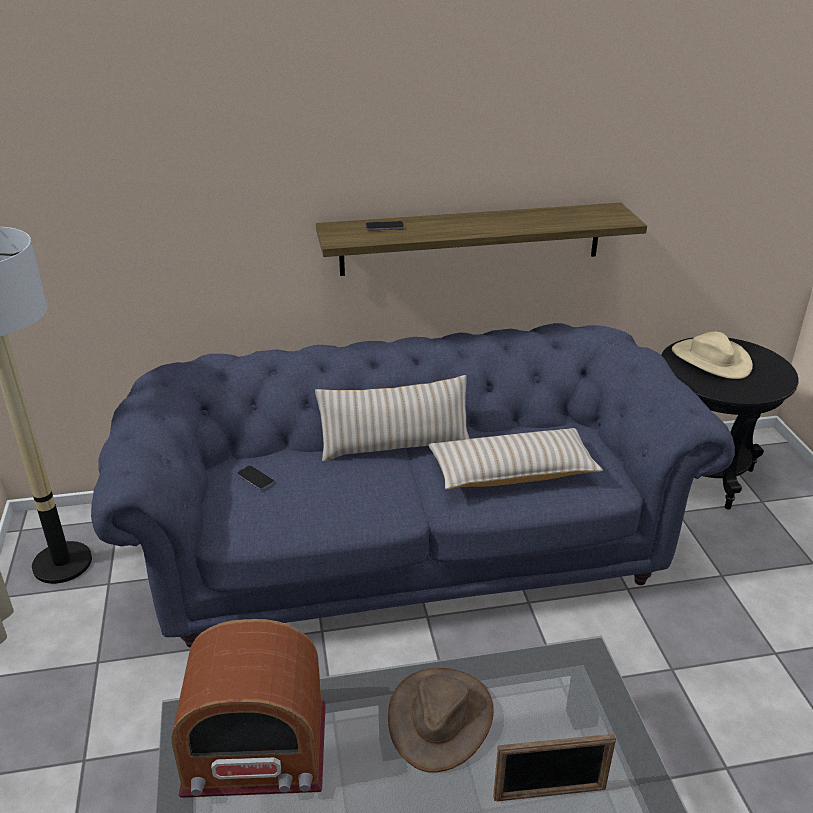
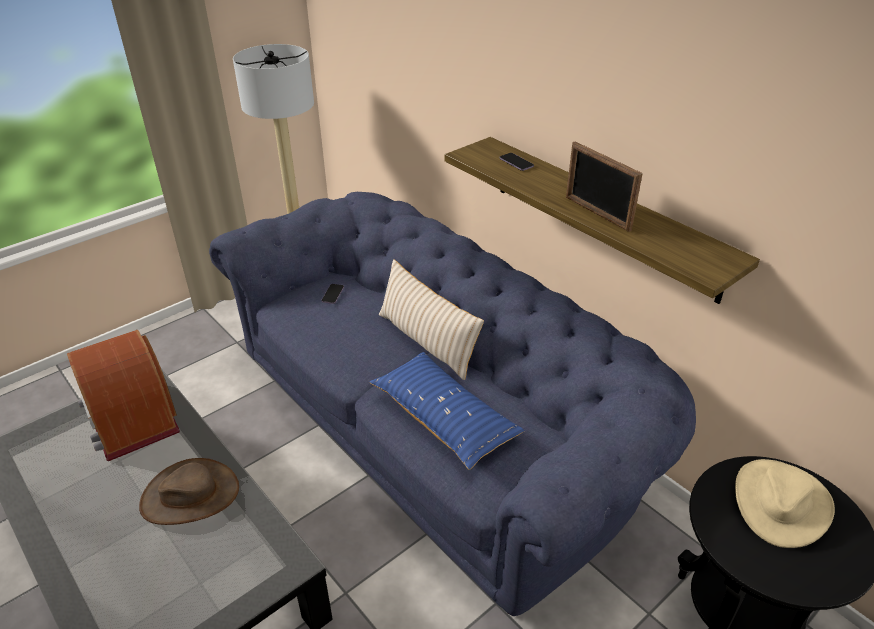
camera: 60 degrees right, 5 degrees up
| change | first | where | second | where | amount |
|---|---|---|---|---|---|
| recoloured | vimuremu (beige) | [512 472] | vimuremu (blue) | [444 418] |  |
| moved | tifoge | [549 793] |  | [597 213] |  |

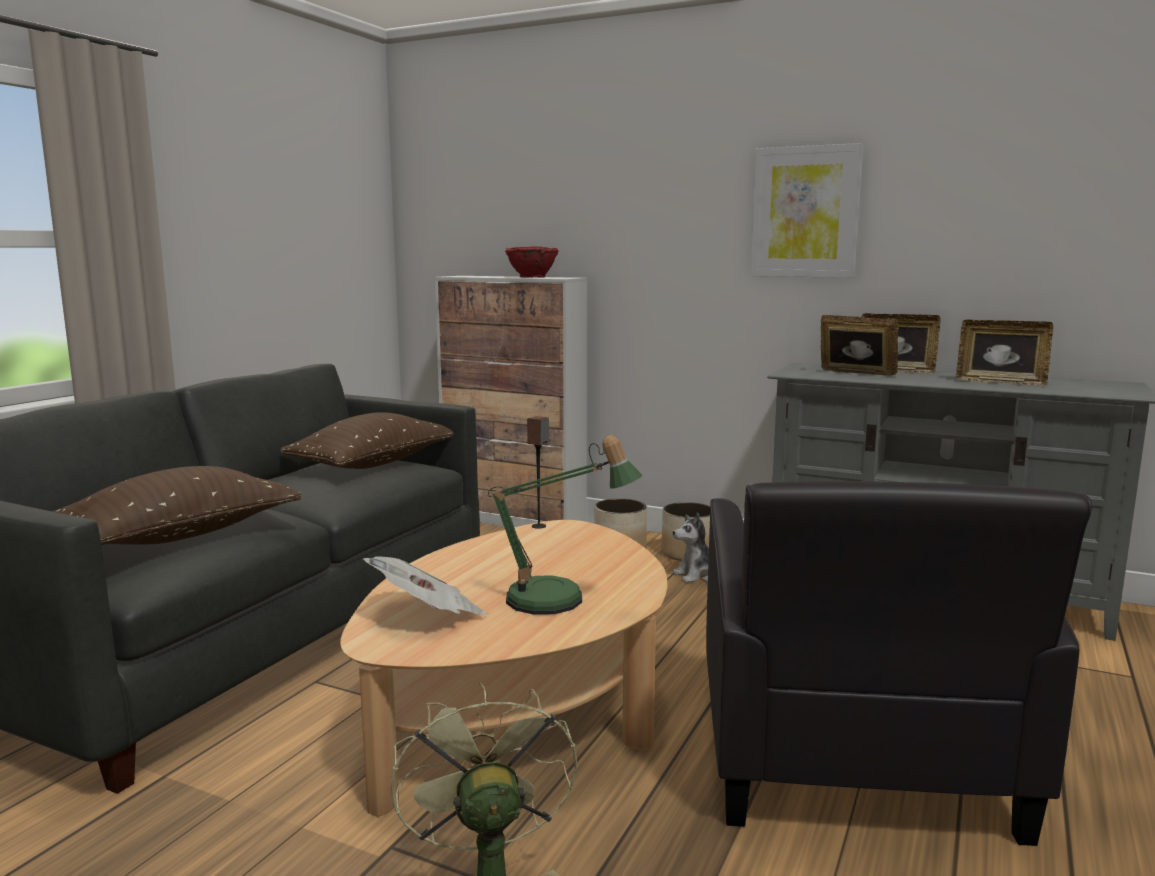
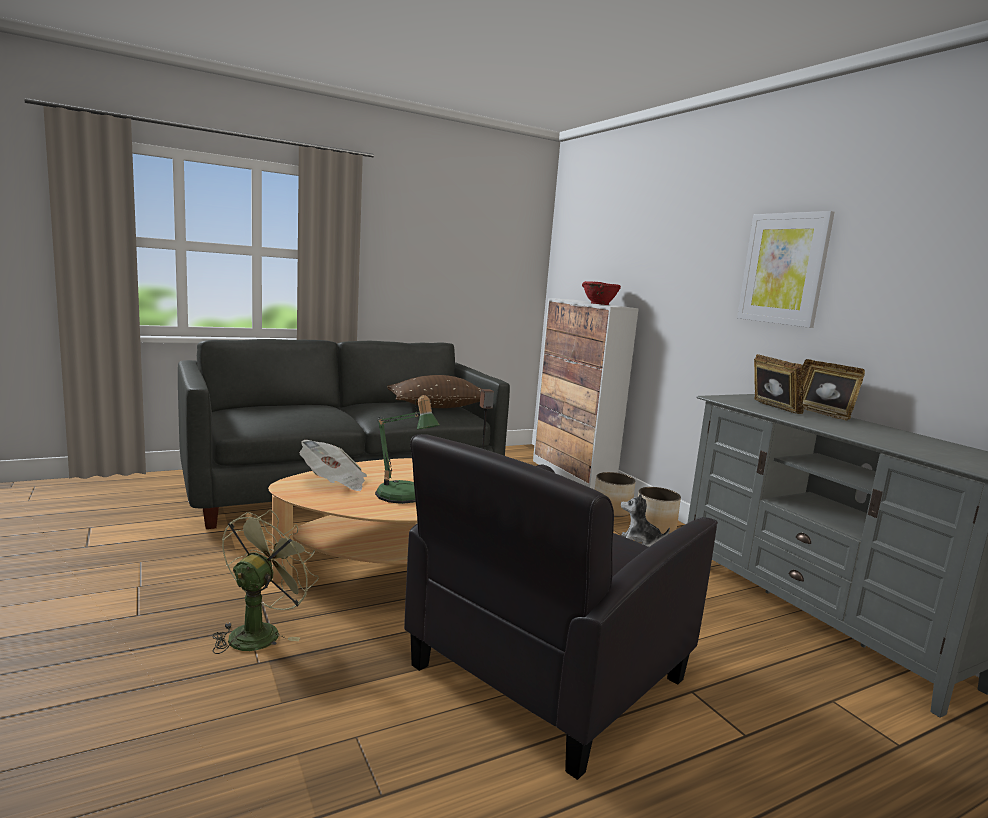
camera: 35 degrees right, 0 degrees up
| change | first | where | second | where | amount |
|---|---|---|---|---|---|
| removed | vimuremu (brown) | [181 536] |  |  |  |
| removed | tifoge | [1000 382] |  |  |  |

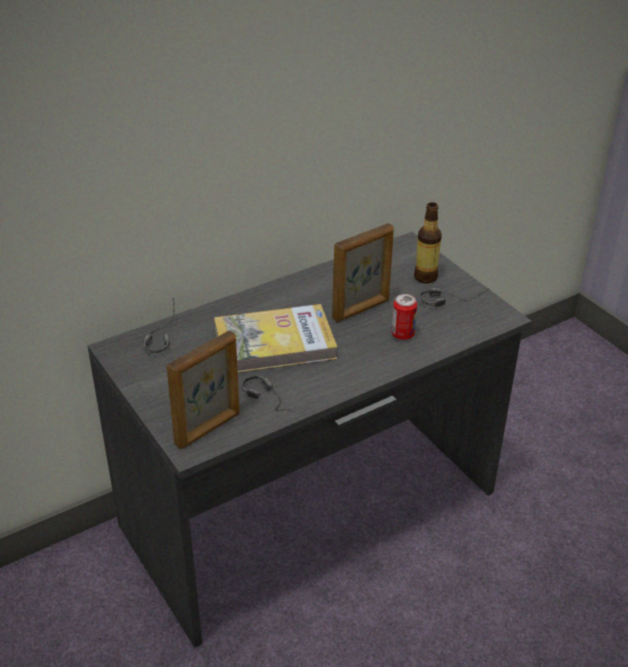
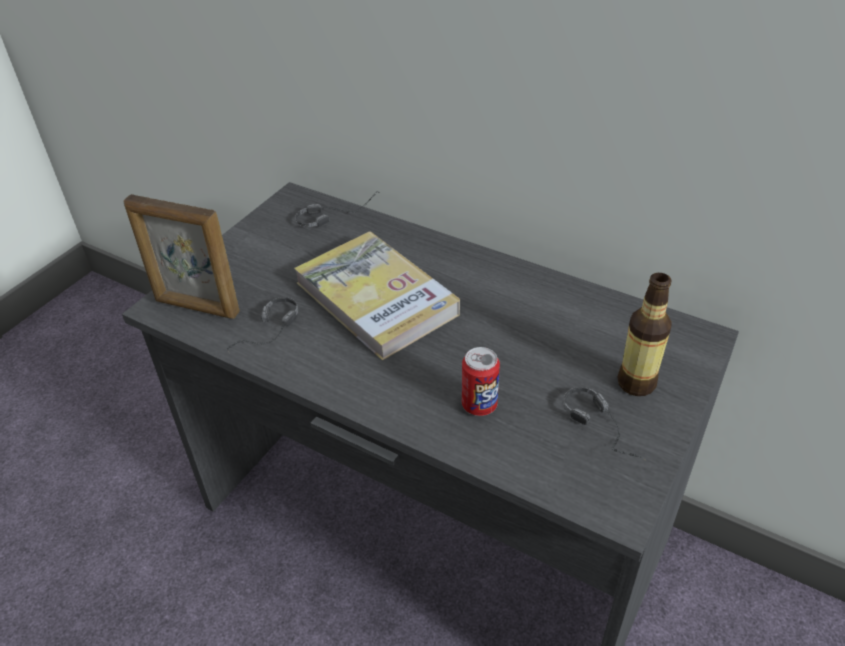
camera: 65 degrees right, 5 degrees up
| change | first | where | second | where | amount |
|---|---|---|---|---|---|
| removed | tifoge | [361 309] |  |  |  |

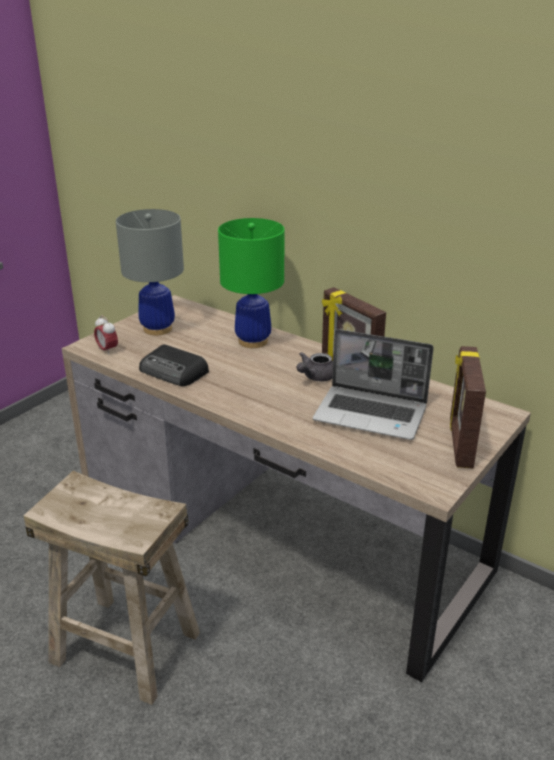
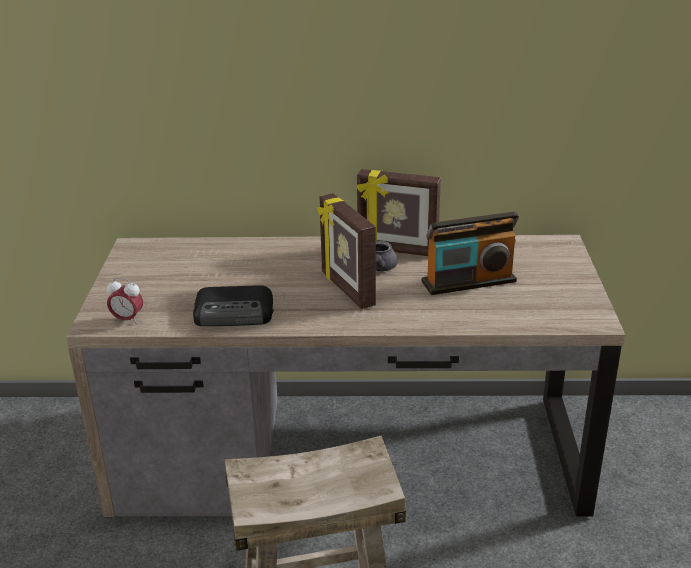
camera: 35 degrees left, 0 degrees up
| change | first | where | second | where | amount |
|---|---|---|---|---|---|
| removed | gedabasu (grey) | [157 328] |  |  |  |
| removed | gedabasu (green) | [253 341] |  |  |  |
| replaced | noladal | [372 414] | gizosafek | [469 282] |  |
| moved | tifoge | [459 443] |  | [346 289] |  |

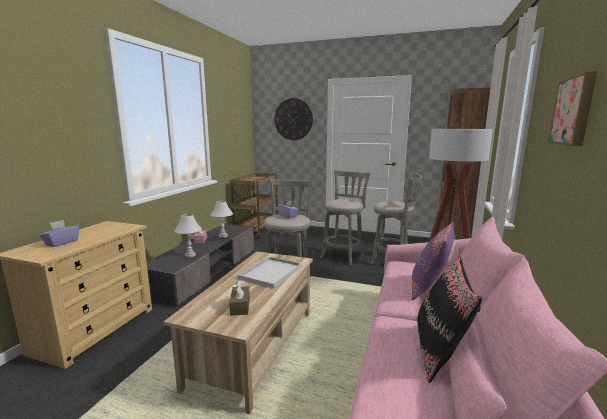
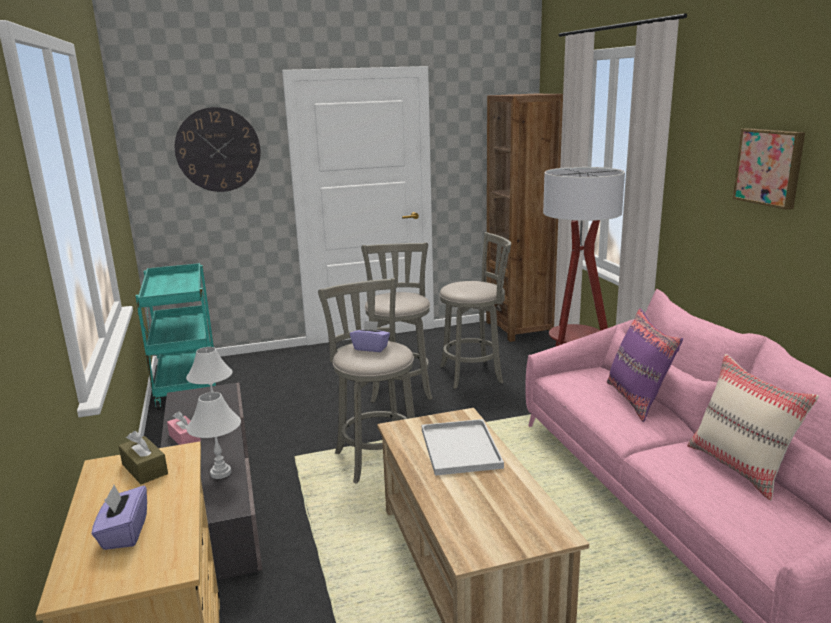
camera: 35 degrees left, 5 degrees up
| change | first | where | second | where | amount |
|---|---|---|---|---|---|
| moved | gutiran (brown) | [240 306] |  | [144 469] |  |
| recoloured | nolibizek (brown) | [256 230] | nolibizek (turquoise) | [186 385] |  |
| recoloured | vimuremu (black) | [440 352] | vimuremu (beige) | [740 468] |  |

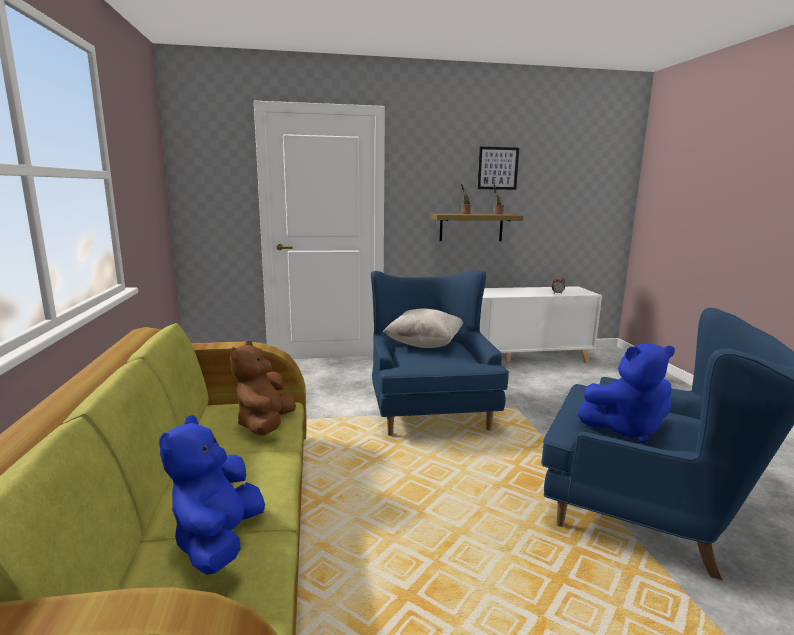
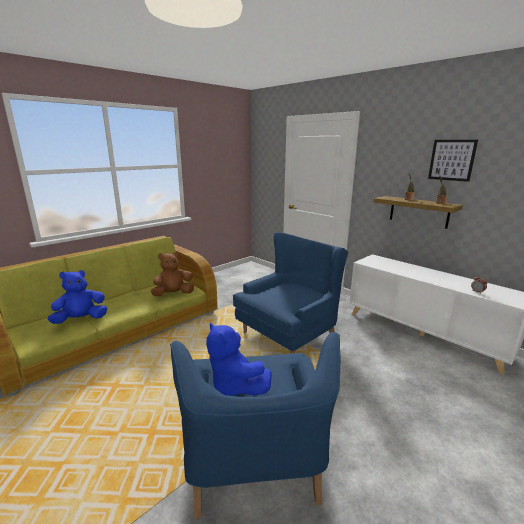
camera: 55 degrees right, 5 degrees up
| change | first | where | second | where | amount |
|---|---|---|---|---|---|
| removed | vimuremu (beige) | [424 344] |  |  |  |

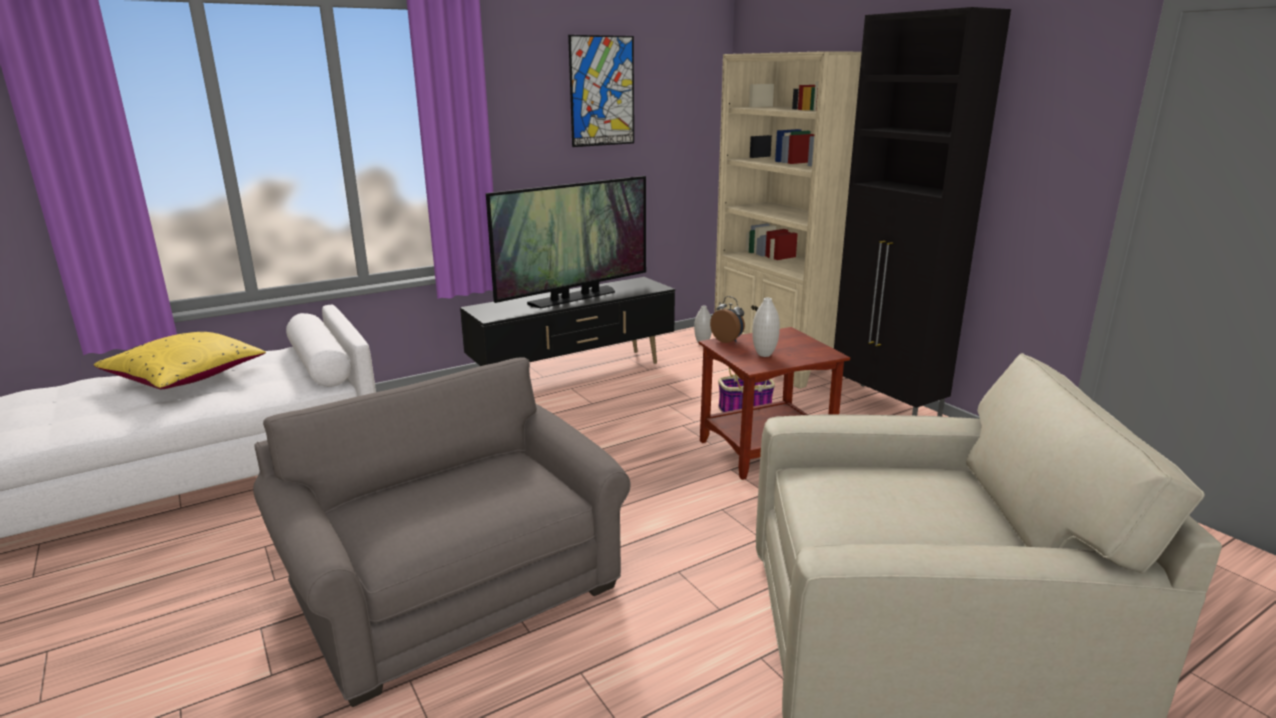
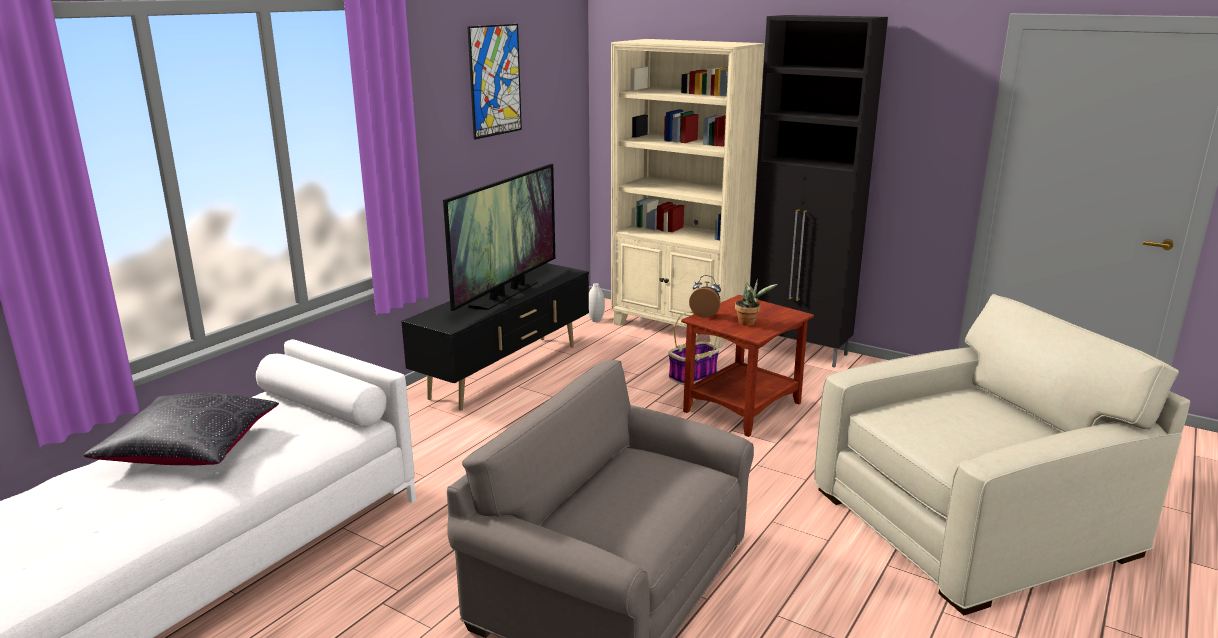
camera: 25 degrees left, 0 degrees up
| change | first | where | second | where | amount |
|---|---|---|---|---|---|
| recoloured | vimuremu (yellow) | [186 377] | vimuremu (black) | [191 449] |  |
| replaced | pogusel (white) | [764 354] | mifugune | [749 323] |  |

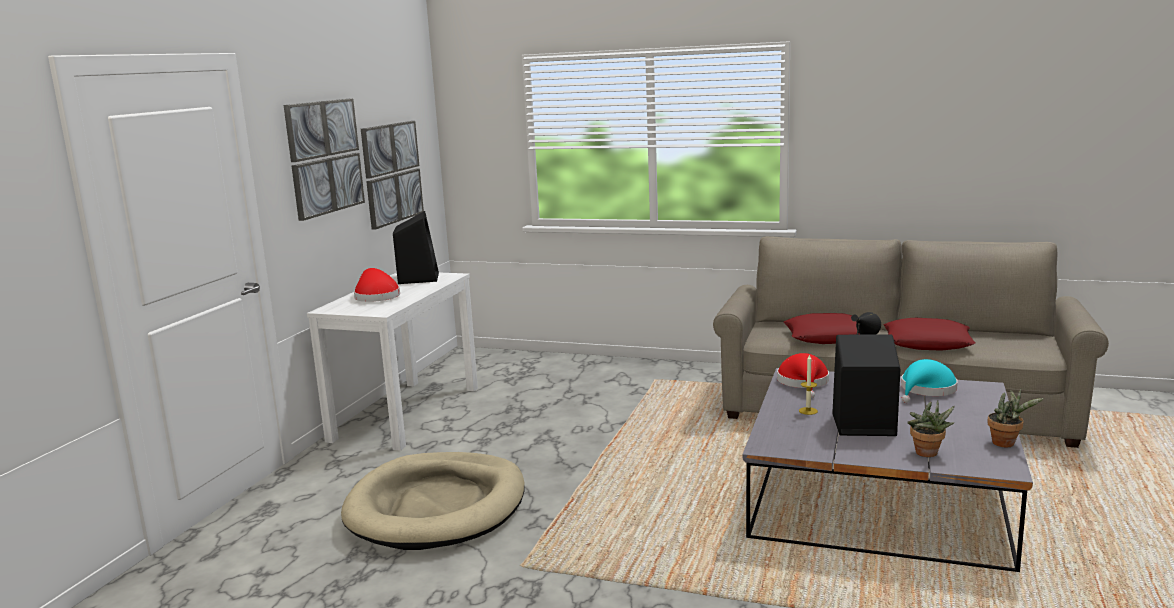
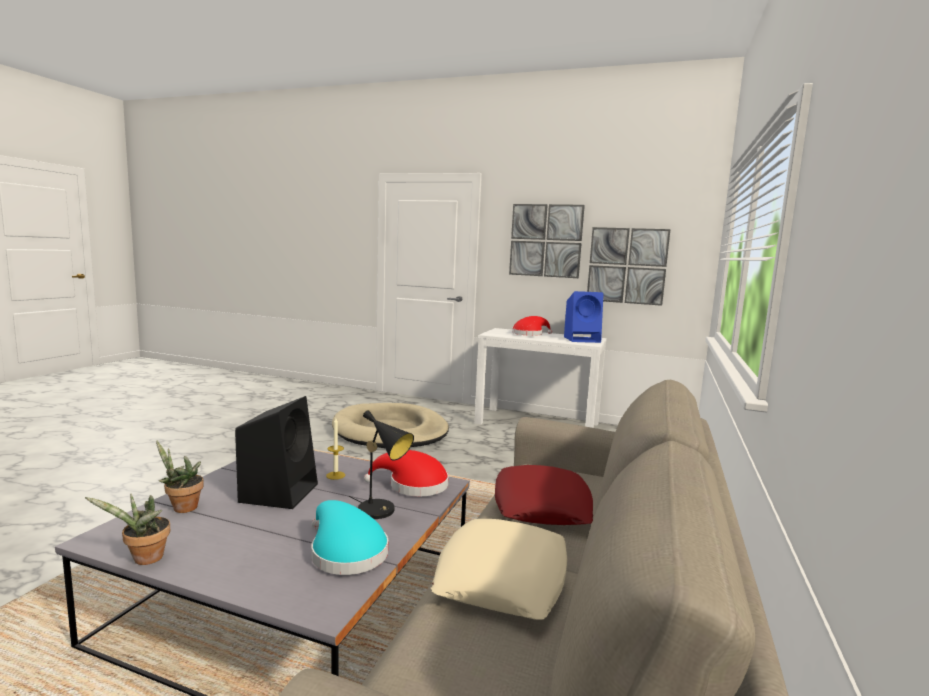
camera: 90 degrees right, 5 degrees down
| change | first | where | second | where | amount |
|---|---|---|---|---|---|
| recoloured | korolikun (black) | [418 278] | korolikun (blue) | [583 339] |  |
| recoloured | vimuremu (red) | [927 343] | vimuremu (beige) | [502 578] |  |

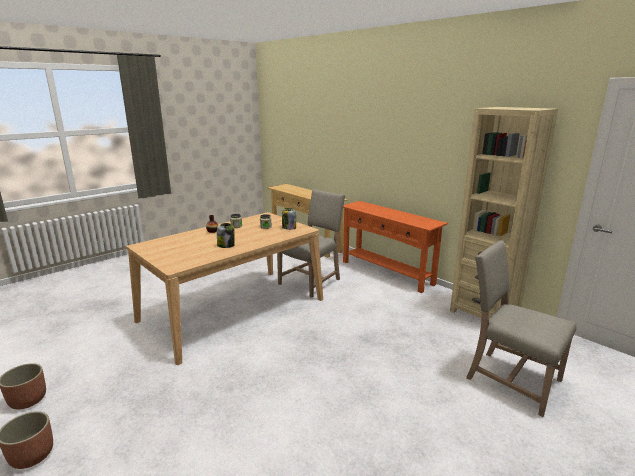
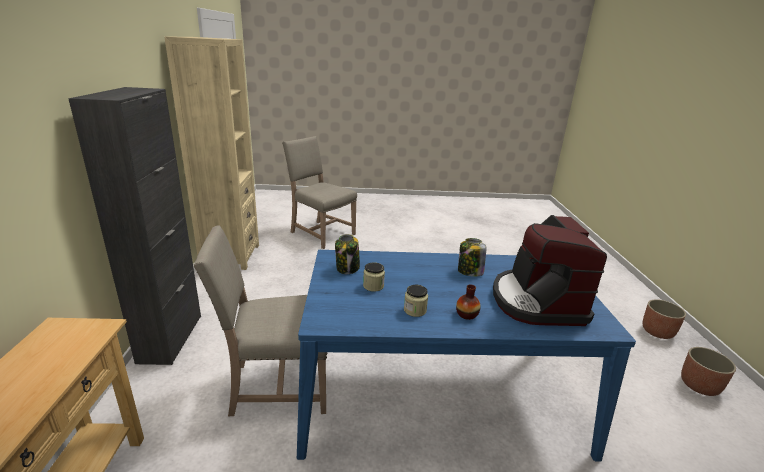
camera: 140 degrees left, 5 degrees up
| change | first | where | second | where | amount |
|---|---|---|---|---|---|
| recoloured | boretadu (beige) | [233 310] | boretadu (blue) | [438 394] |  |
| replaced | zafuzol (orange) | [387 272] | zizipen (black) | [170 338] |  |
| turned | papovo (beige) | [510 379] |  | [320 233] | 135 degrees clockwise |
| added |  |  | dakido | [537 301] |  |

